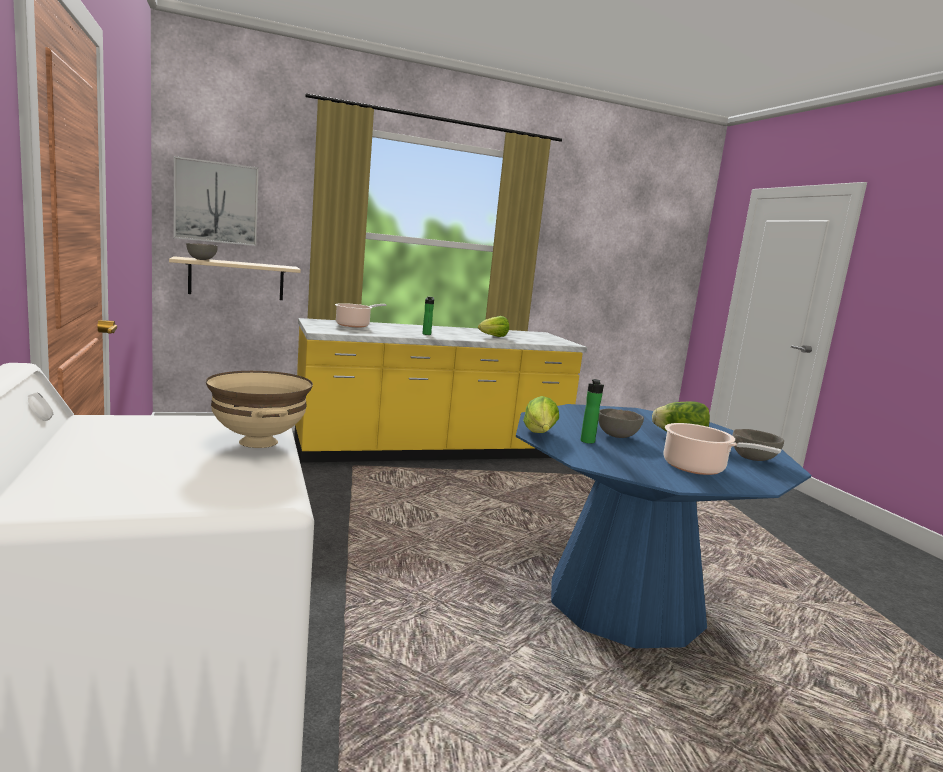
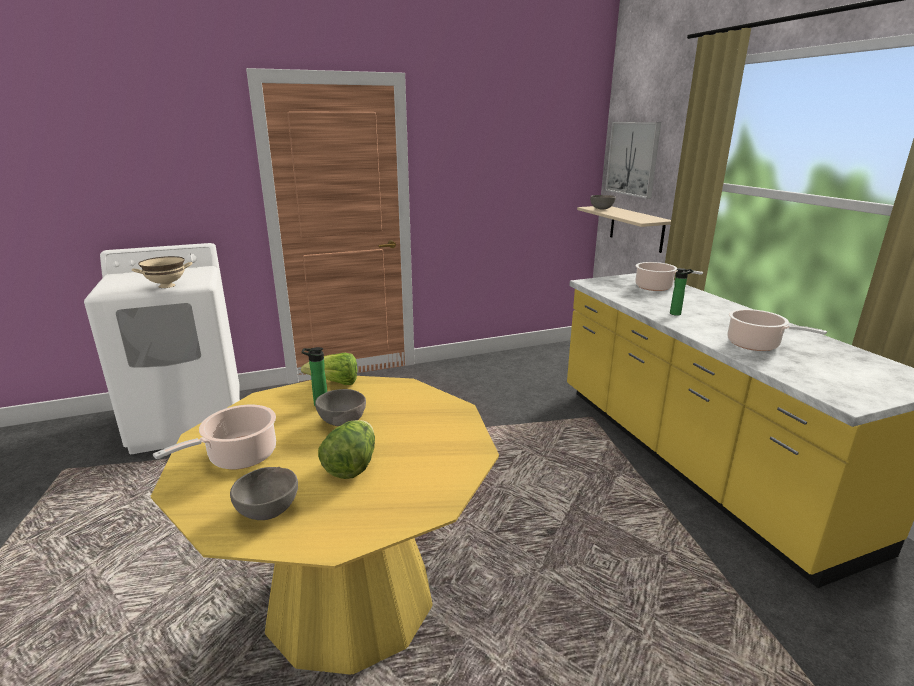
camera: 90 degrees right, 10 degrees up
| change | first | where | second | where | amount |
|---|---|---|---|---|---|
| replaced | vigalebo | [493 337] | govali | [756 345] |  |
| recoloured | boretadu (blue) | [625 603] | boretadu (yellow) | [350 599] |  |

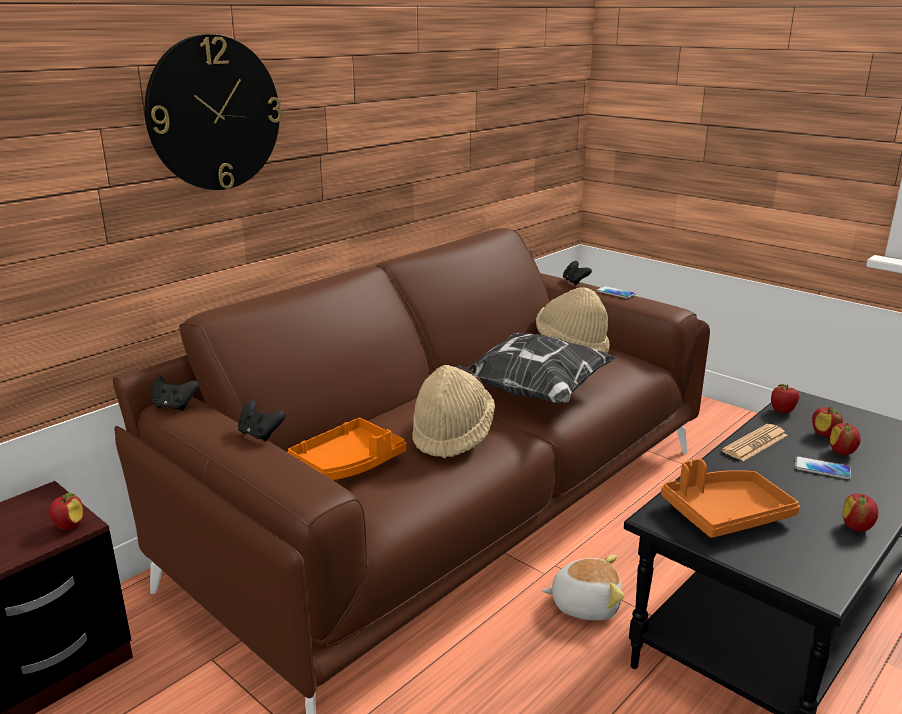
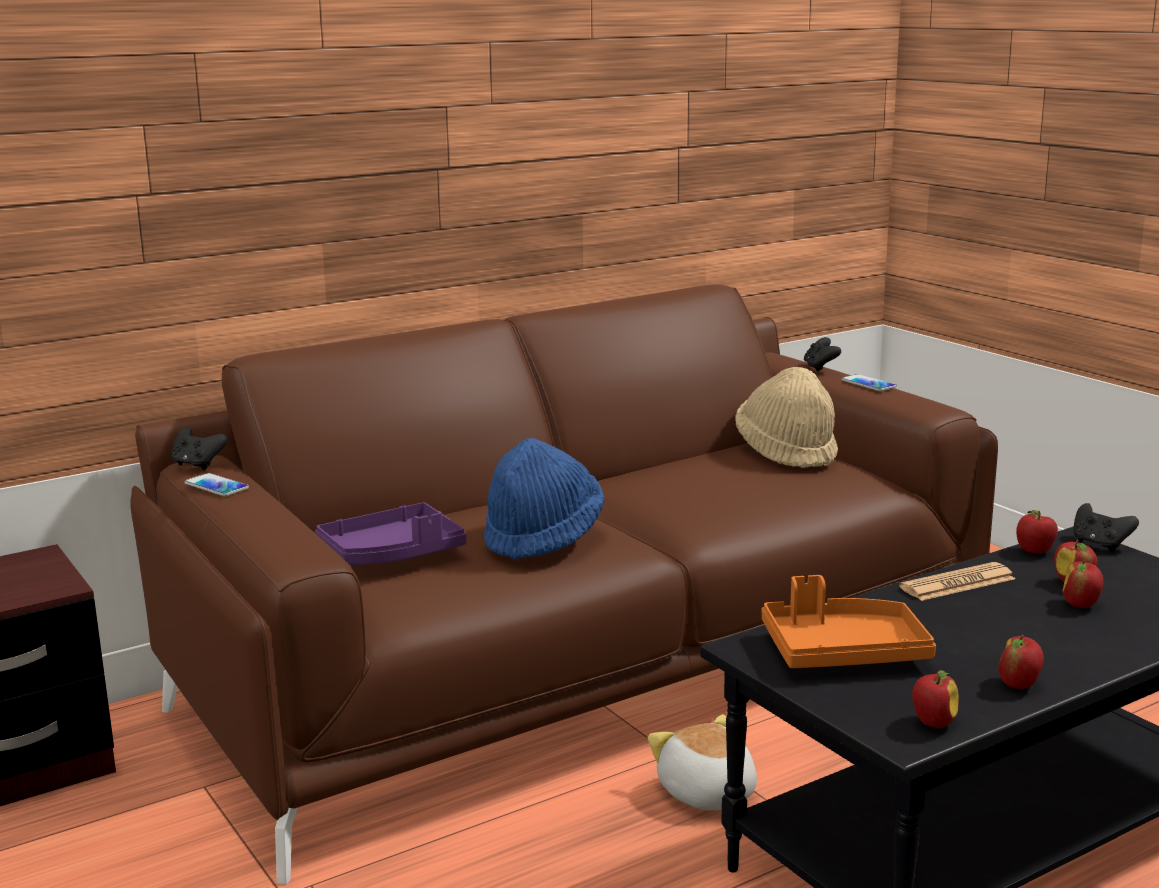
camera: 15 degrees right, 5 degrees down
| change | first | where | second | where | amount |
|---|---|---|---|---|---|
| moved | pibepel | [69 526] |  | [933 723] |  |
| removed | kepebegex | [214 114] |  |  |  |
| moved | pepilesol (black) | [260 434] |  | [1100 544] |  |
| recoloured | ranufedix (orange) | [348 463] | ranufedix (purple) | [392 554] |  |
| recoloured | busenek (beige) | [452 434] | busenek (blue) | [543 537] |  |
| removed | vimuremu | [531 393] |  |  |  |
| turned | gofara | [585 604] |  | [706 794] | 135 degrees counterclockwise |
| moved | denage | [822 469] |  | [216 486] |  |

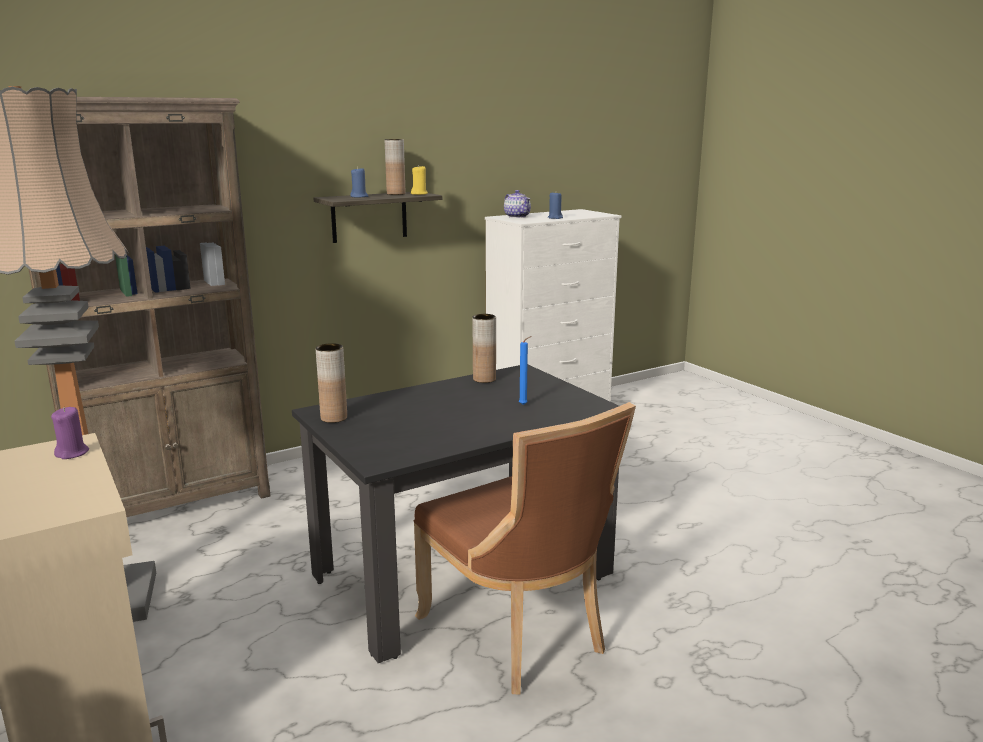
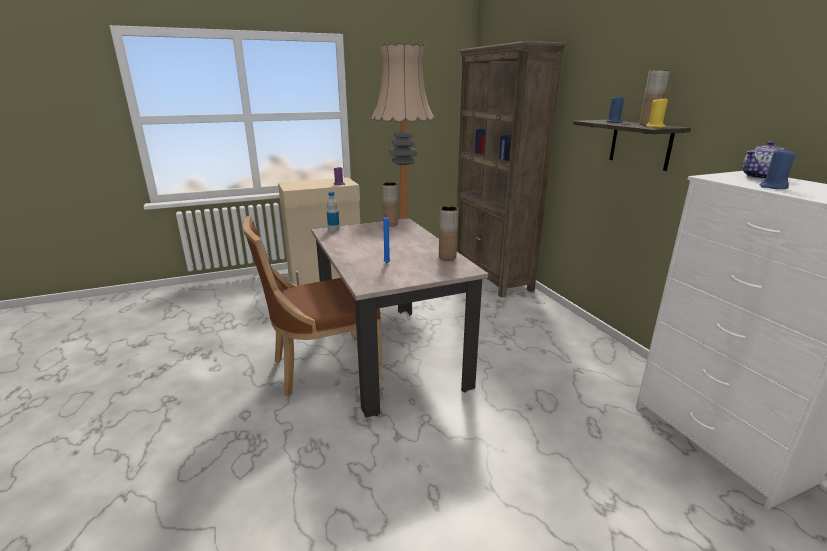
camera: 100 degrees right, 5 degrees up
| change | first | where | second | where | amount |
|---|---|---|---|---|---|
| recoloured | boretadu (black) | [462 575] | boretadu (beige) | [390 354] |  |
| added |  |  | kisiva | [333 229] |  |

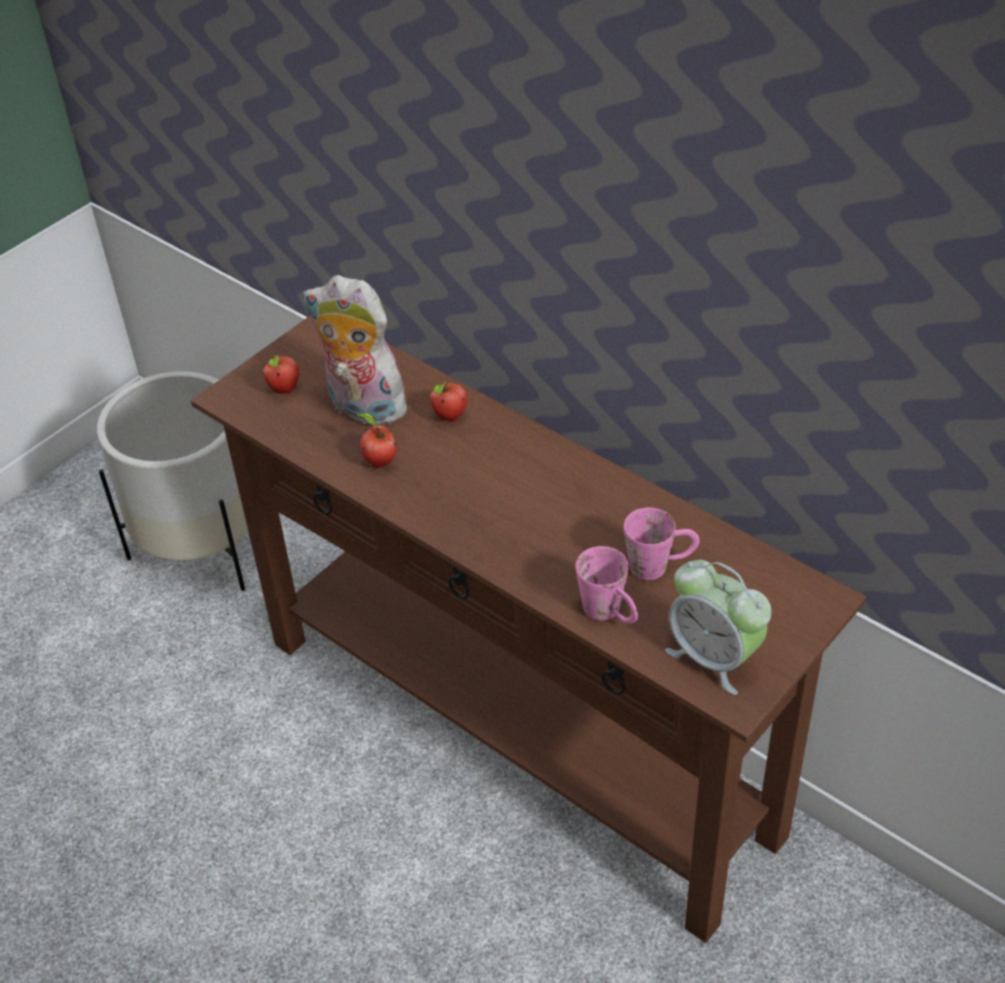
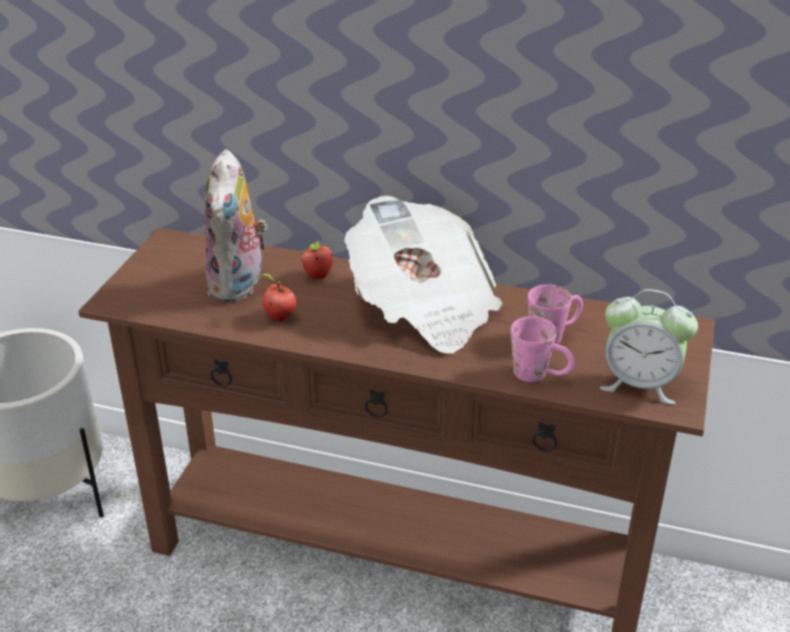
camera: 25 degrees left, 10 degrees down
| change | first | where | second | where | amount |
|---|---|---|---|---|---|
| removed | pibepel | [285 390] |  |  |  |
| turned | gofara | [362 408] |  | [239 285] | 90 degrees counterclockwise |
| added |  |  | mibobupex | [423 308] |  |

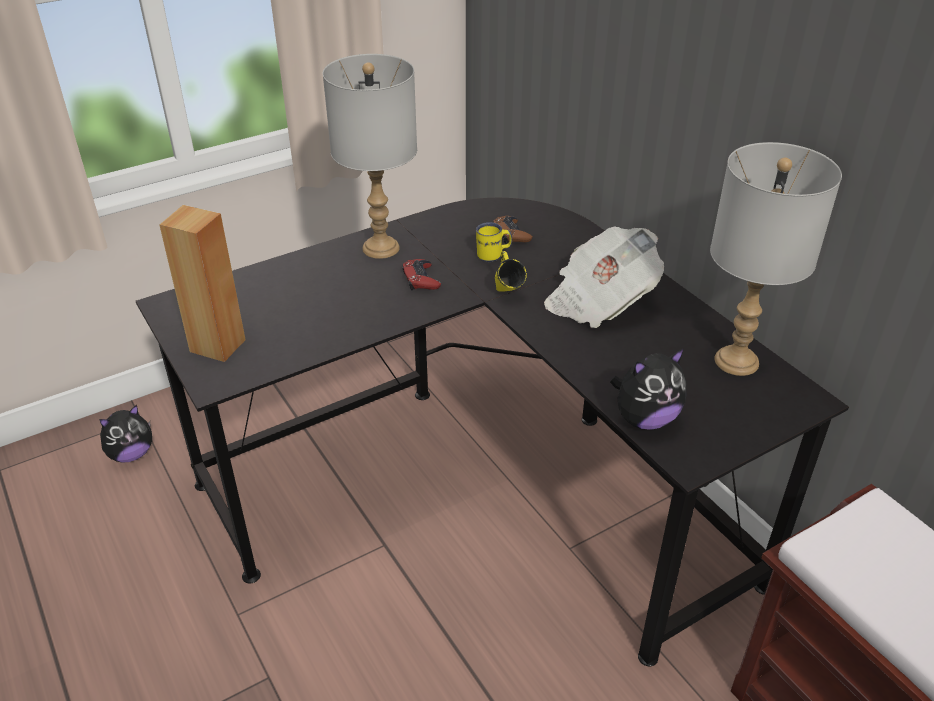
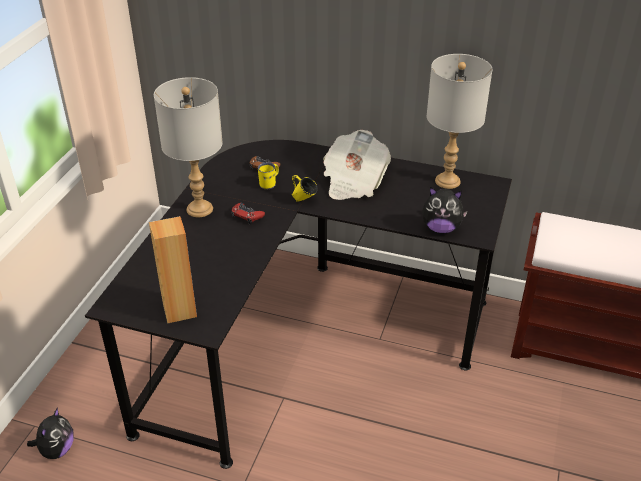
camera: 40 degrees left, 0 degrees up
| change | first | where | second | where | amount |
|---|---|---|---|---|---|
| turned | gofara | [645 418] |  | [441 228] | 75 degrees clockwise |

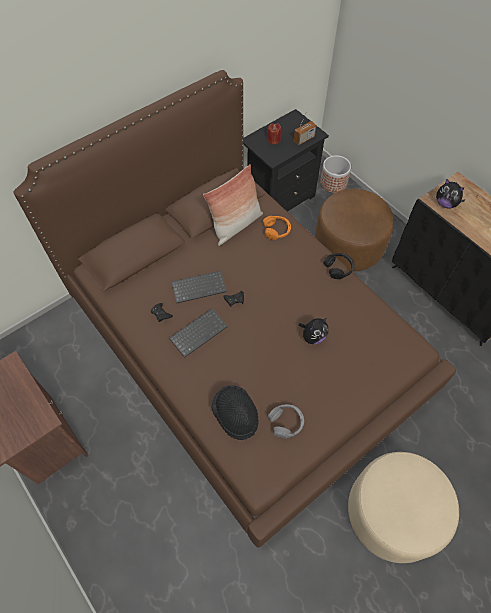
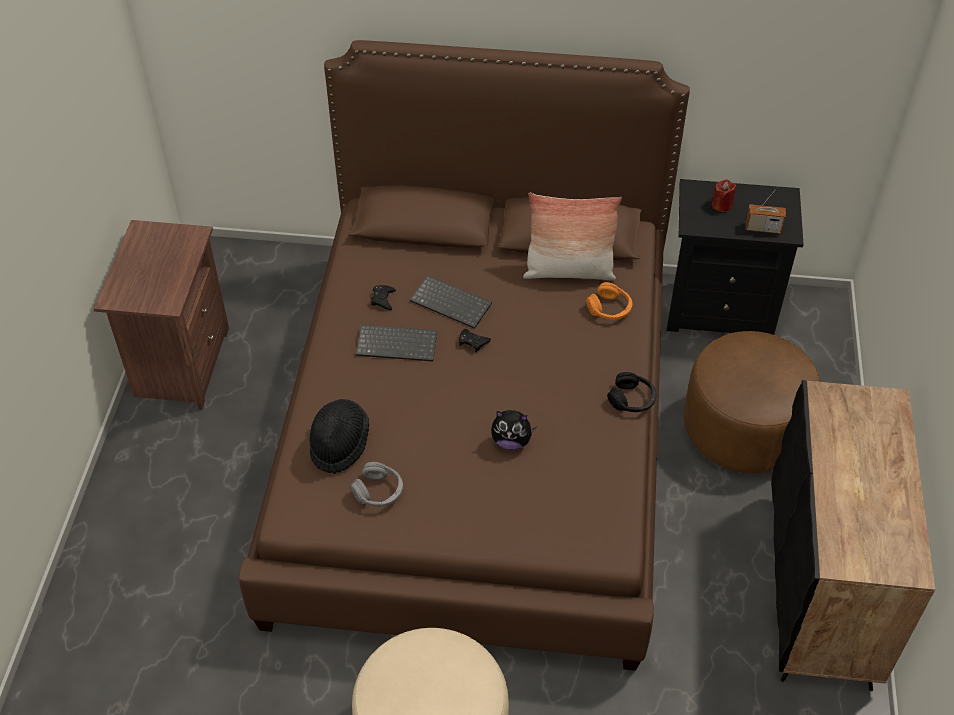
camera: 45 degrees right, 10 degrees down
| change | first | where | second | where | amount |
|---|---|---|---|---|---|
| removed | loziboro | [333 183] |  |  |  |
| removed | gofara | [445 204] |  |  |  |

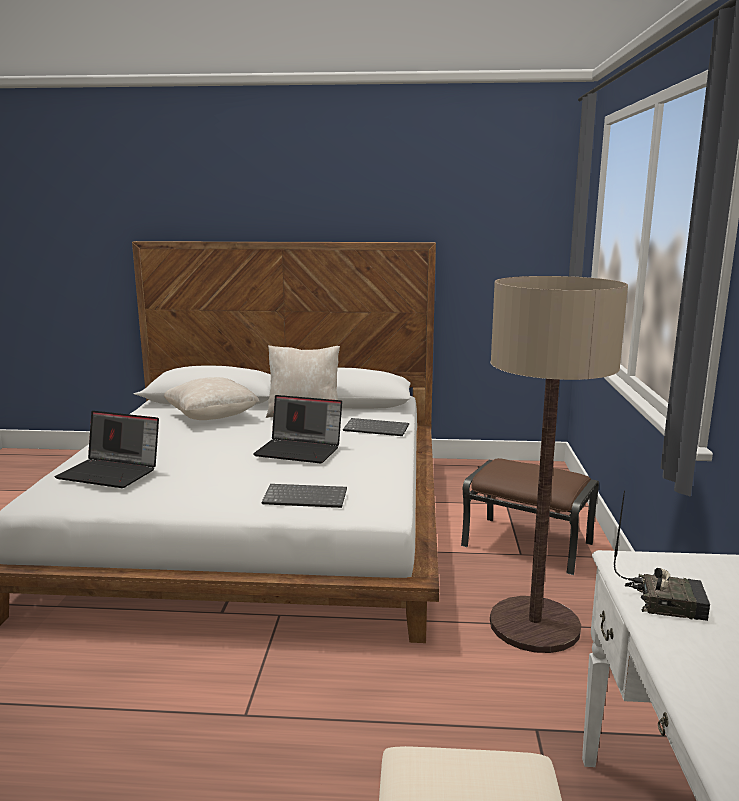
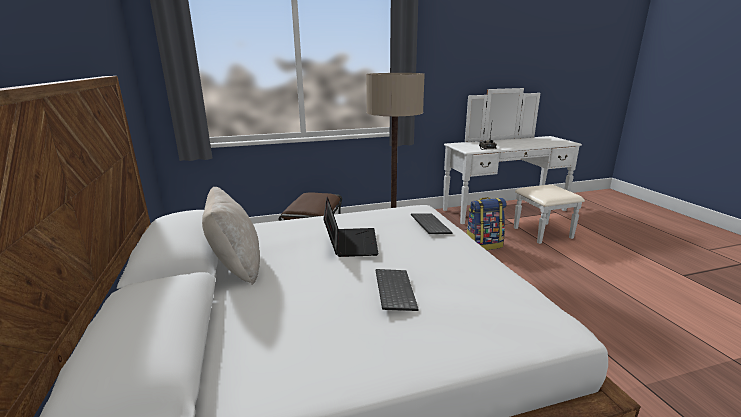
camera: 110 degrees left, 5 degrees up
| change | first | where | second | where | amount |
|---|---|---|---|---|---|
| removed | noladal | [112 472] |  |  |  |
| removed | vimuremu (beige) | [211 418] |  |  |  |
| moved | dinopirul | [377 428] |  | [393 290] |  |
| added |  |  | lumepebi | [483 245] |  |

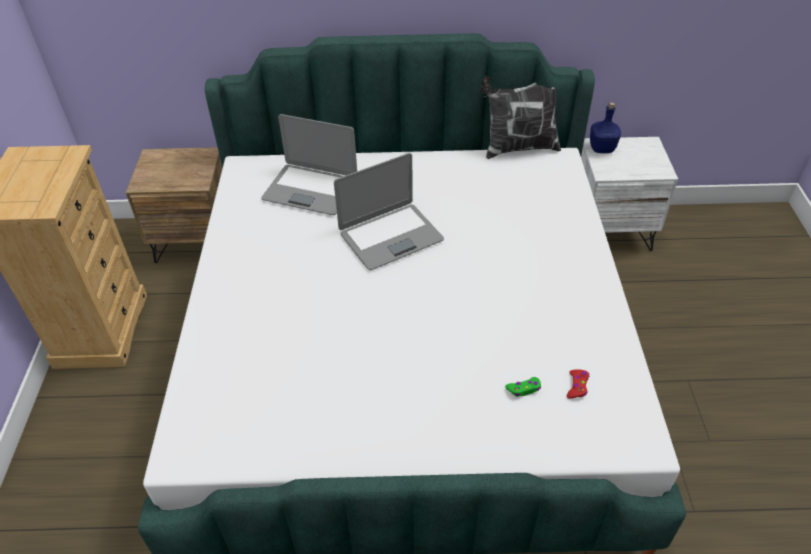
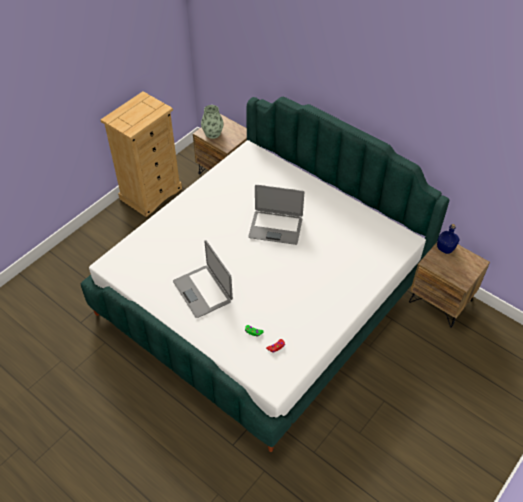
camera: 40 degrees right, 5 degrees up
| change | first | where | second | where | amount |
|---|---|---|---|---|---|
| moved | noladal | [310 190] |  | [203 291] |  |
| removed | vimuremu | [518 147] |  |  |  |
| recoloured | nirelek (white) | [609 230] | nirelek (brown) | [440 301] |  |
| added |  |  | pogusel | [212 133] |  |

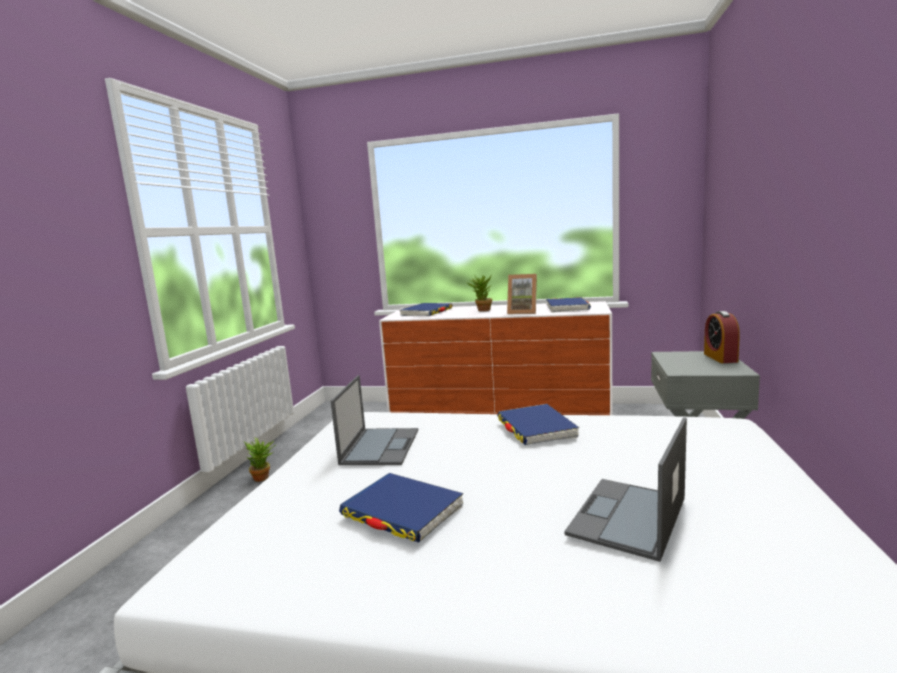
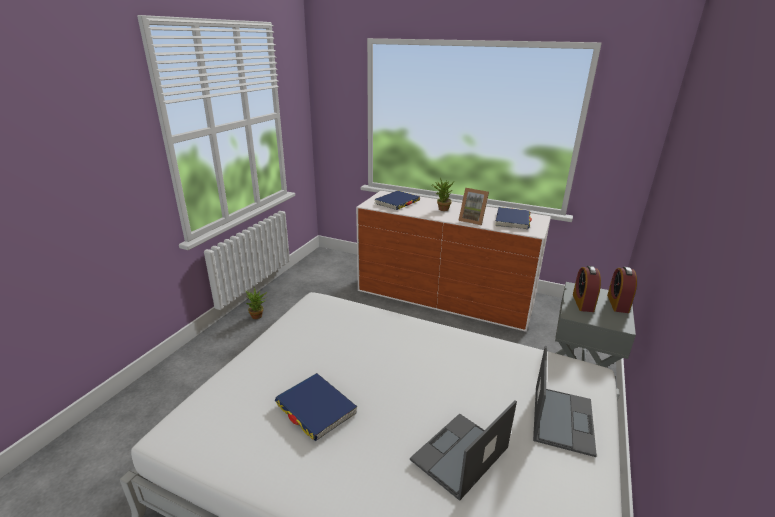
camera: 10 degrees right, 15 degrees up
| change | first | where | second | where | amount |
|---|---|---|---|---|---|
| moved | noladal | [380 446] |  | [562 418] |  |
| removed | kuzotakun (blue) | [536 428] |  |  |  |
| added |  |  | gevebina | [583 302] |  |

